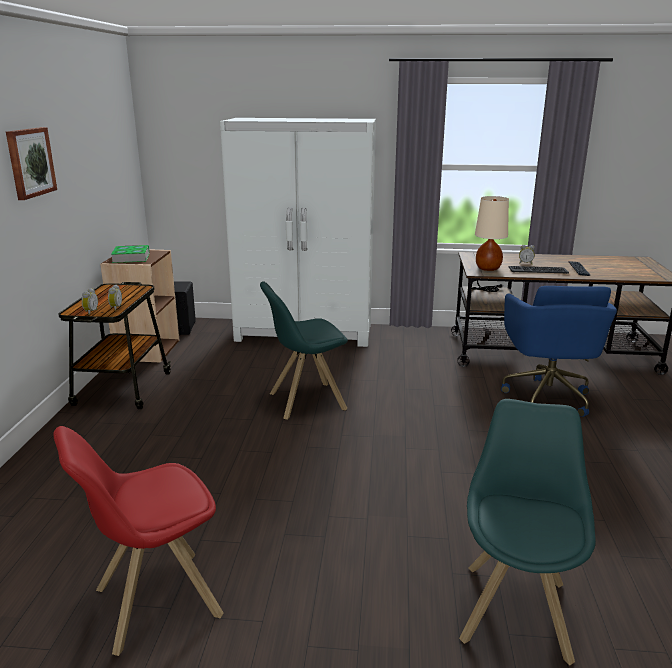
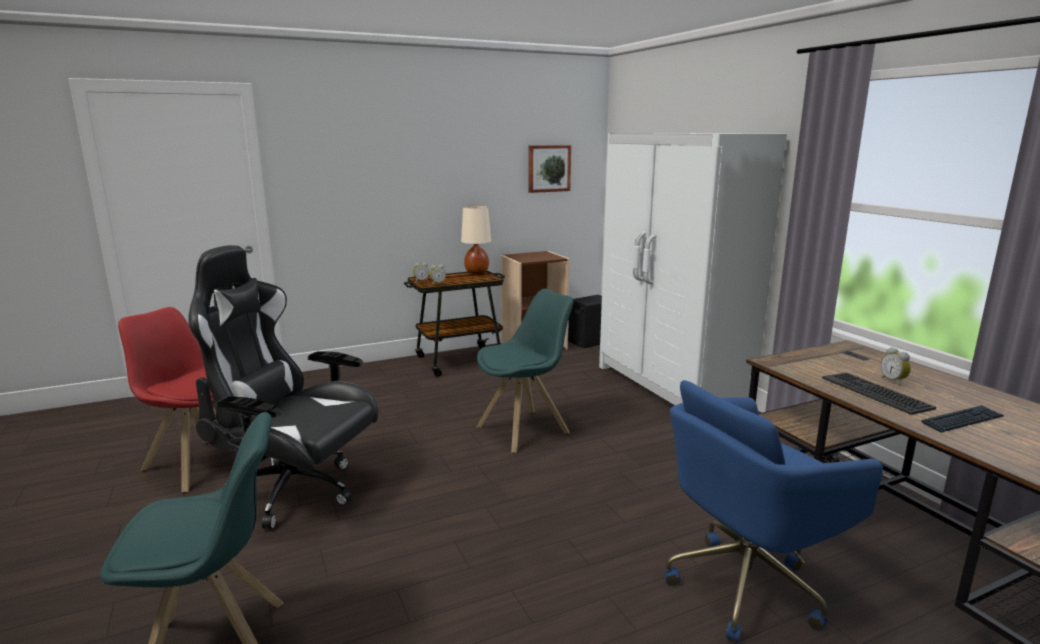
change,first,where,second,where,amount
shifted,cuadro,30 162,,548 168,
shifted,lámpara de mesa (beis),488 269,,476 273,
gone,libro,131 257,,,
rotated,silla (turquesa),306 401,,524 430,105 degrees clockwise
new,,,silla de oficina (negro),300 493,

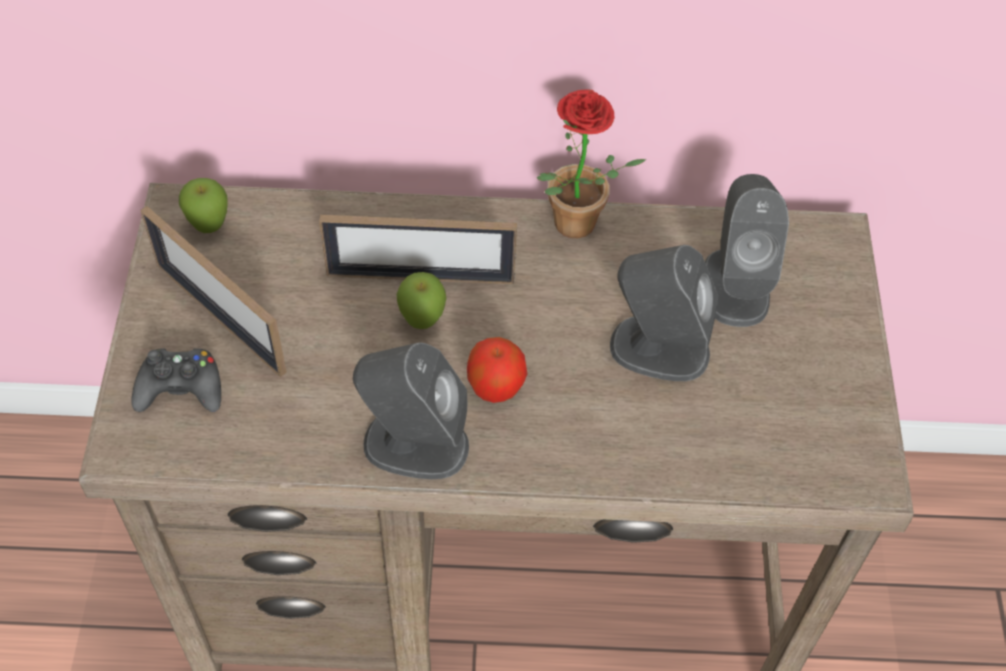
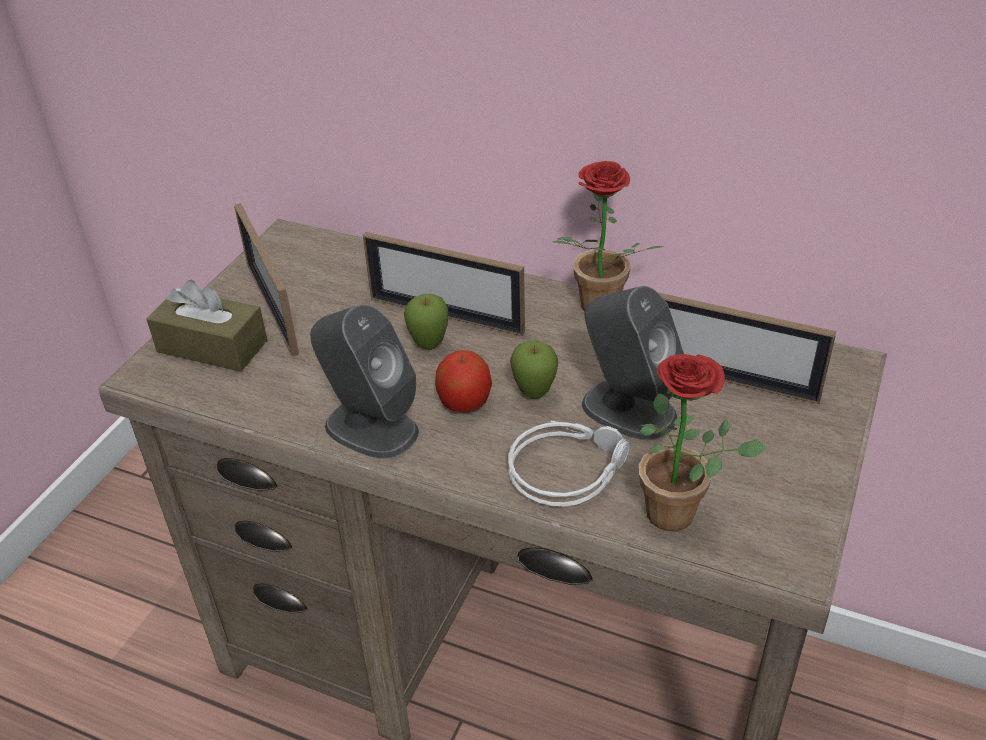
change,first,where,second,where,amount
swapped,altavoz (gris),735 285,portarretratos,727 379,
shifted,manzana,210 227,,534 394,
swapped,mando de consola (negro),181 388,caja de pañuelos (marrón),212 346,
new,,,planta en maceta,681 515,
new,,,auriculares (gris),568 468,

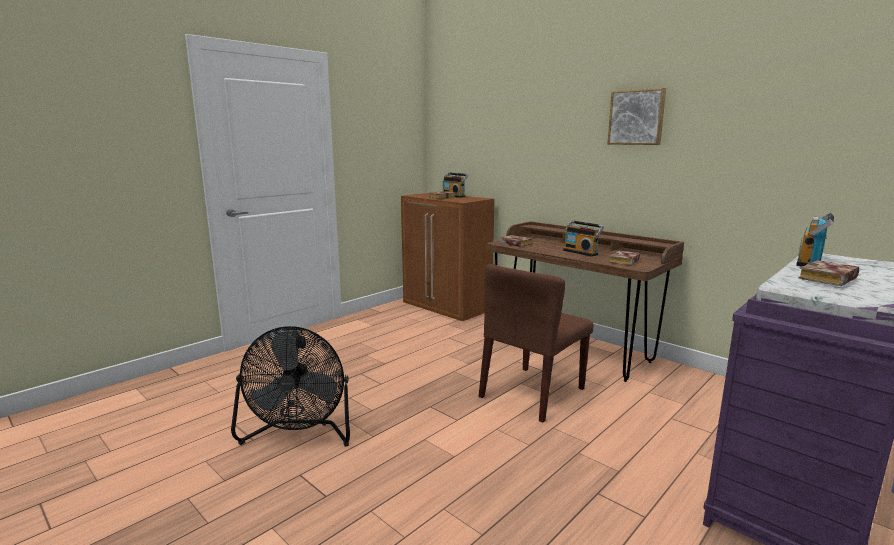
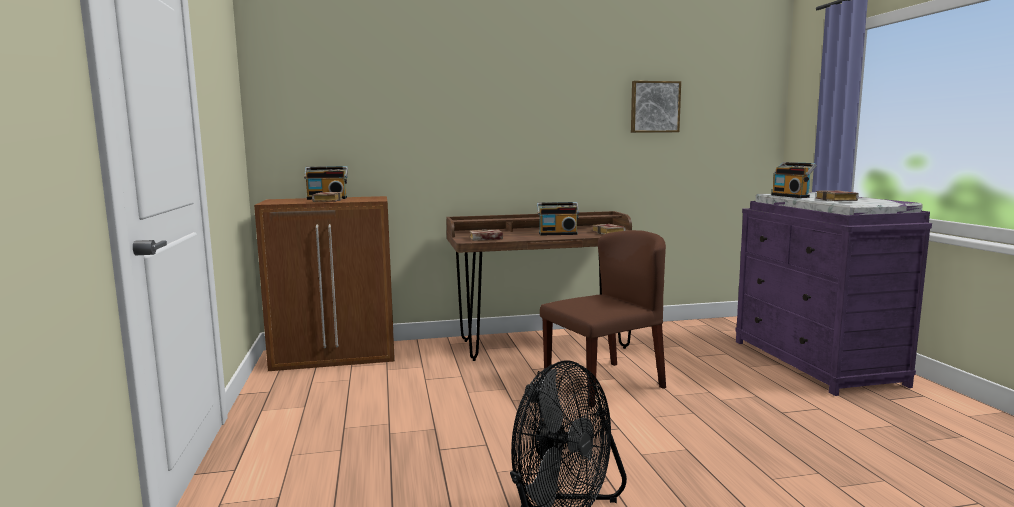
change,first,where,second,where,amount
shifted,cuadro,636 117,,654 107,
rotated,silla (marrón),532 393,,604 383,105 degrees counterclockwise

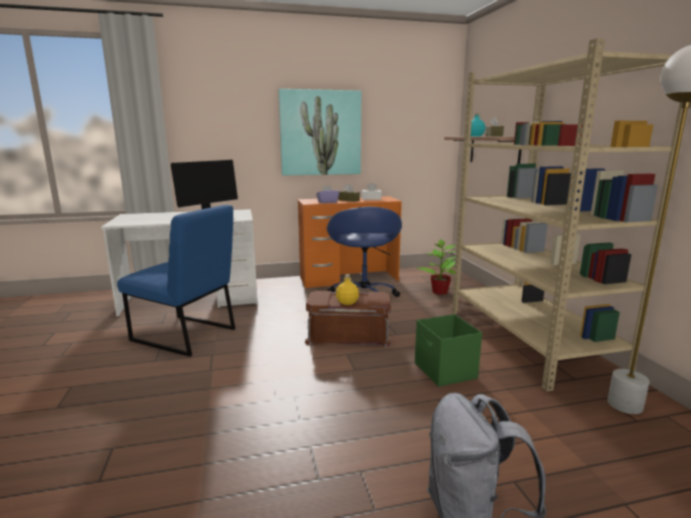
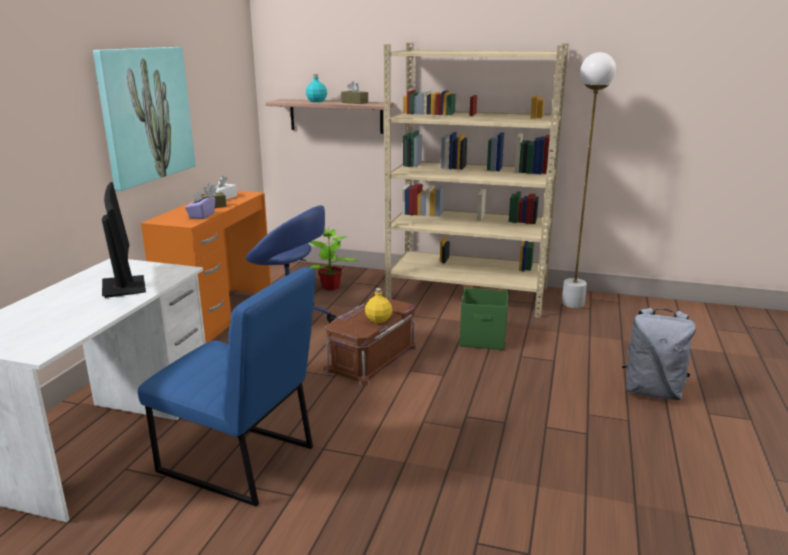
change,first,where,second,where,amount
rotated,silla (azul),185 335,,239 461,60 degrees clockwise

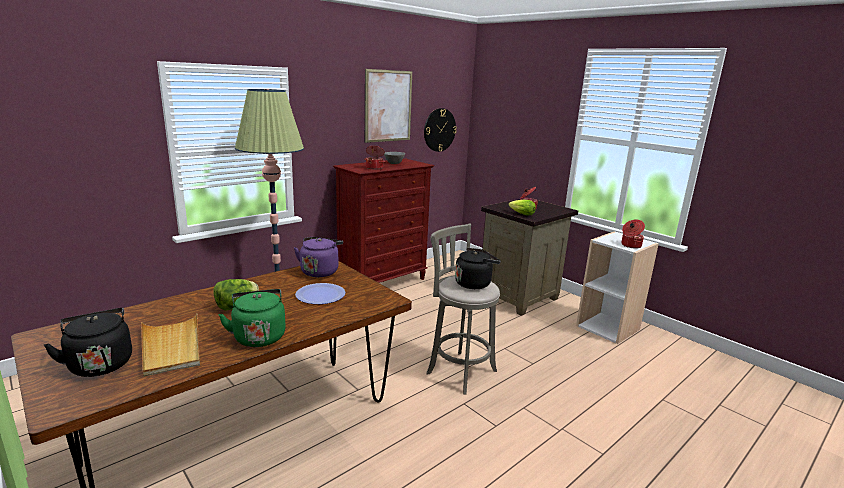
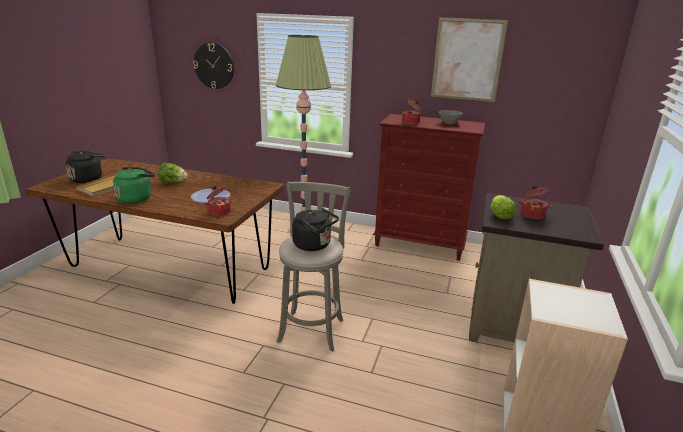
change,first,where,second,where,amount
shifted,reloj de pared,439 130,,214 66,
shifted,olla,630 245,,219 212,
gone,hervidor (morado),320 271,,,

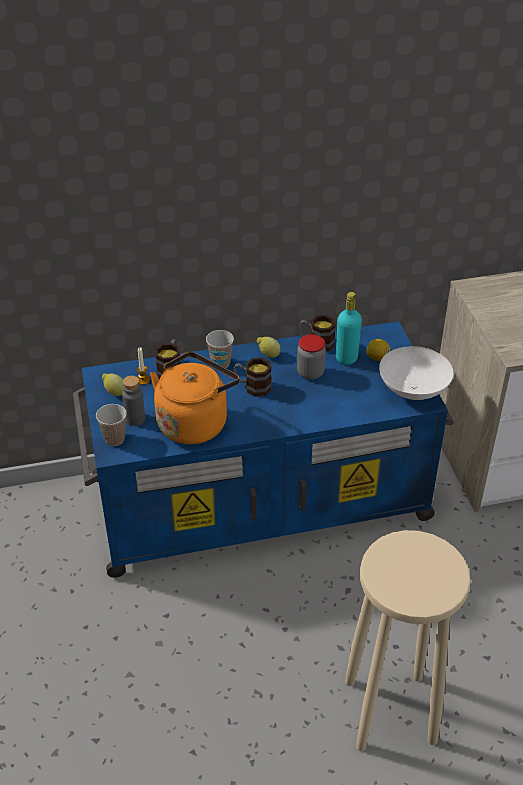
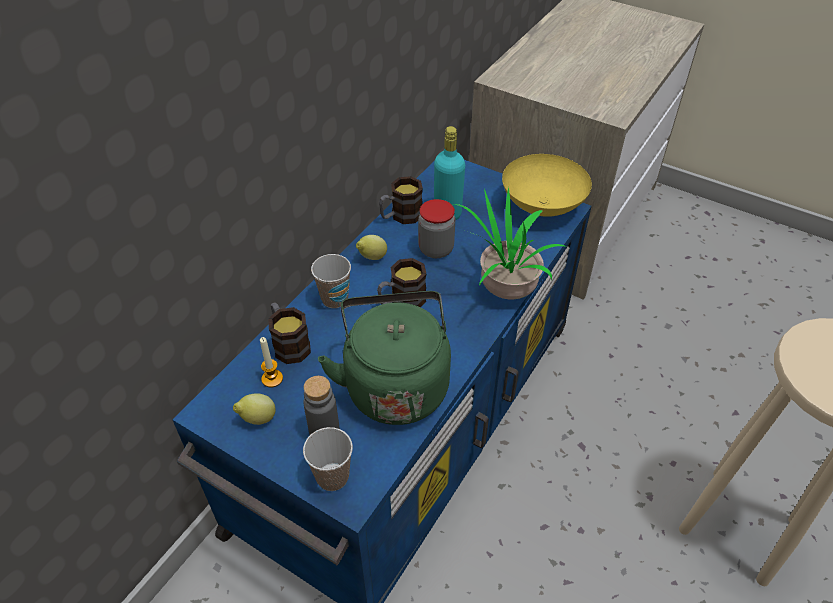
change,first,where,second,where,amount
gone,limón,377 358,,,
repainted,cuenco (blanco),414 390,cuenco (amarillo),543 205,
repainted,hervidor (naranja),194 422,hervidor (verde),395 384,
new,,,planta en maceta,503 290,

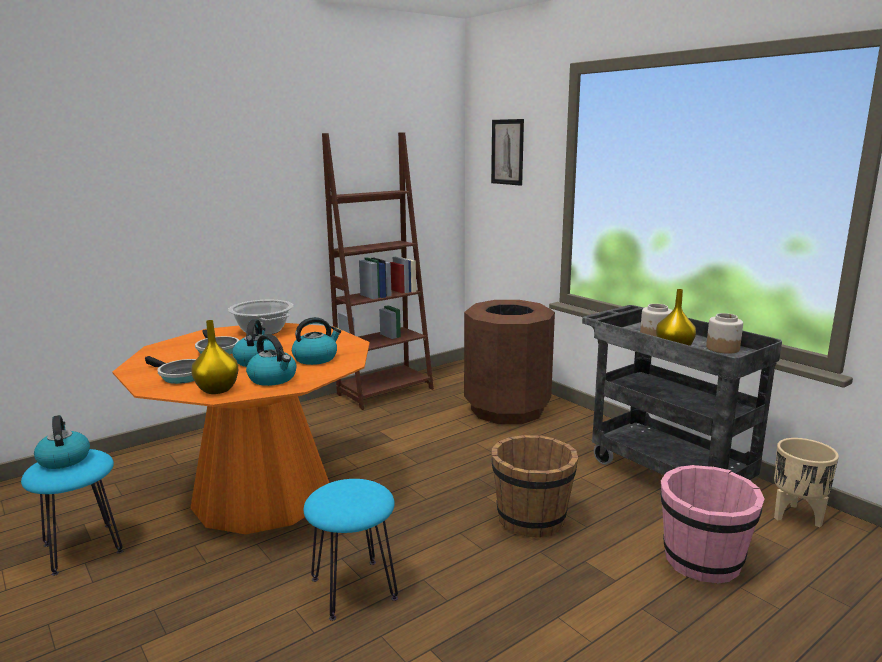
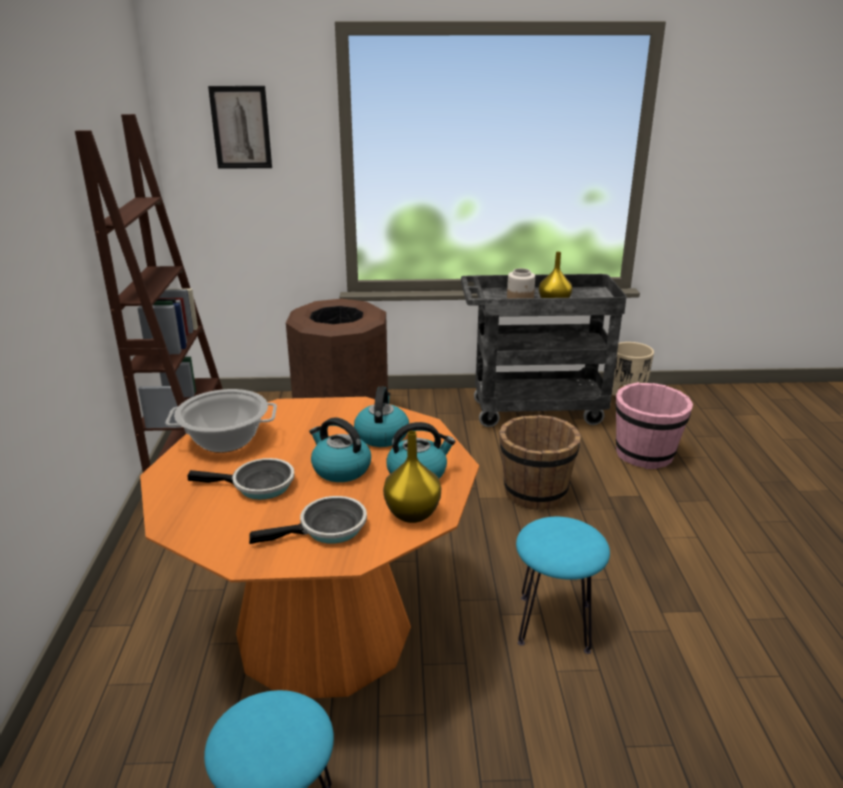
change,first,where,second,where,amount
gone,tarro,722 348,,,
gone,hervidor,64 459,,,

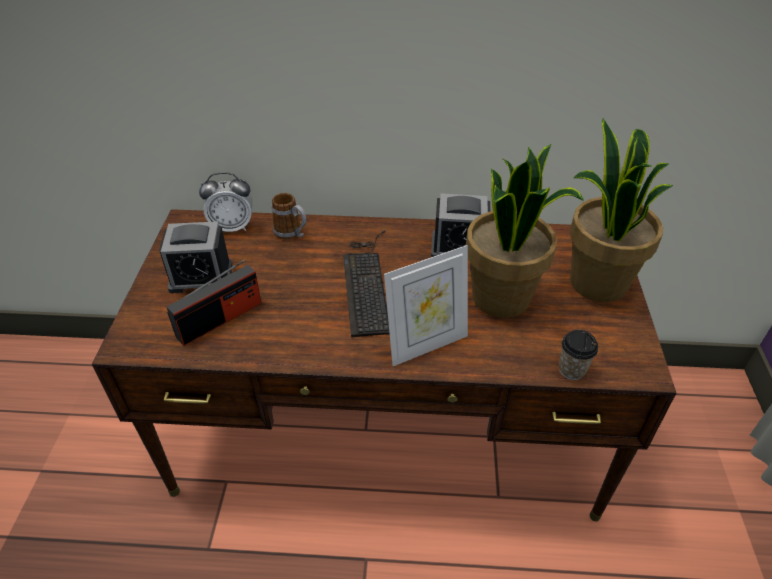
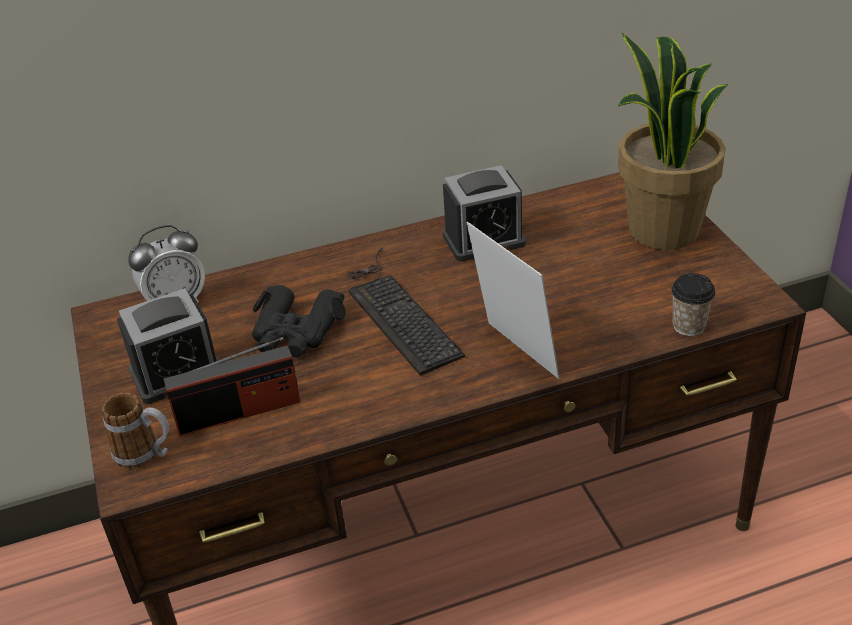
change,first,where,second,where,amount
gone,planta en maceta,502 298,,,
shifted,taza grande,292 234,,146 454,
rotated,portarretratos,426 344,,514 354,75 degrees counterclockwise
rotated,radio,220 319,,239 411,45 degrees clockwise
new,,,prismáticos (negro),296 332,

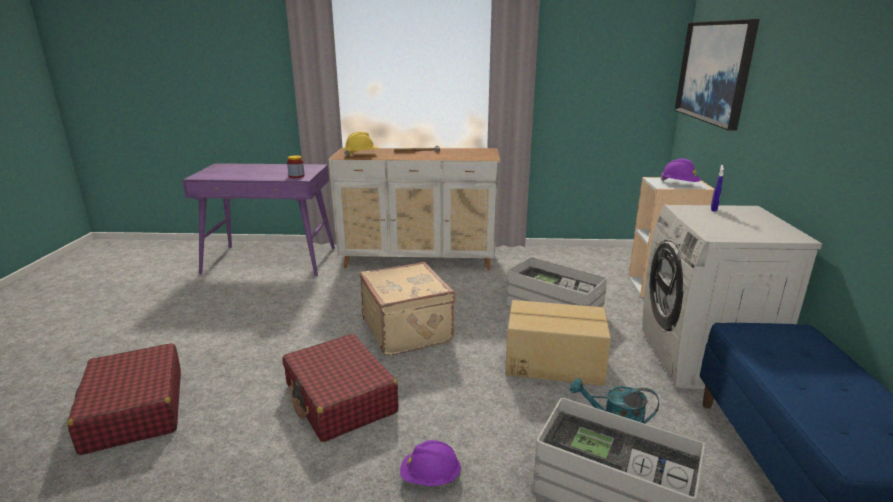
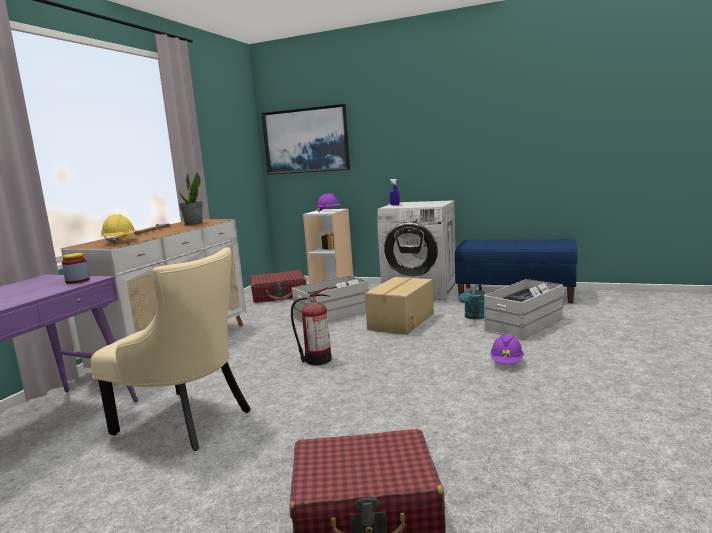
change,first,where,second,where,amount
swapped,maleta (beis),408 330,extintor,316 360,
shifted,maleta (rojo),340 399,,279 295,
new,,,planta en maceta,193 223,
new,,,silla (beis),183 421,

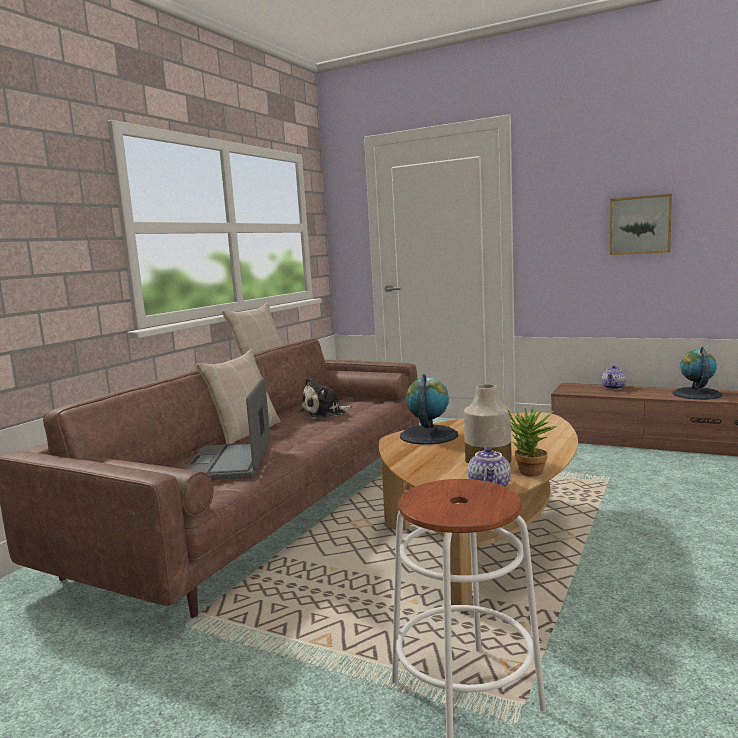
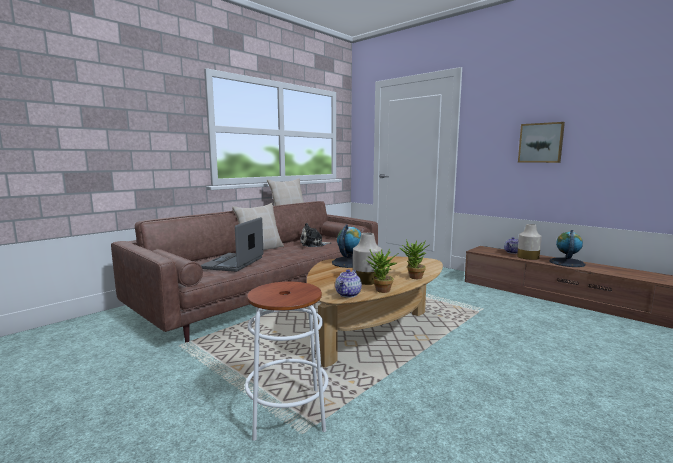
change,first,where,second,where,amount
new,,,florero (beis),527 257,
new,,,planta en maceta,413 277,

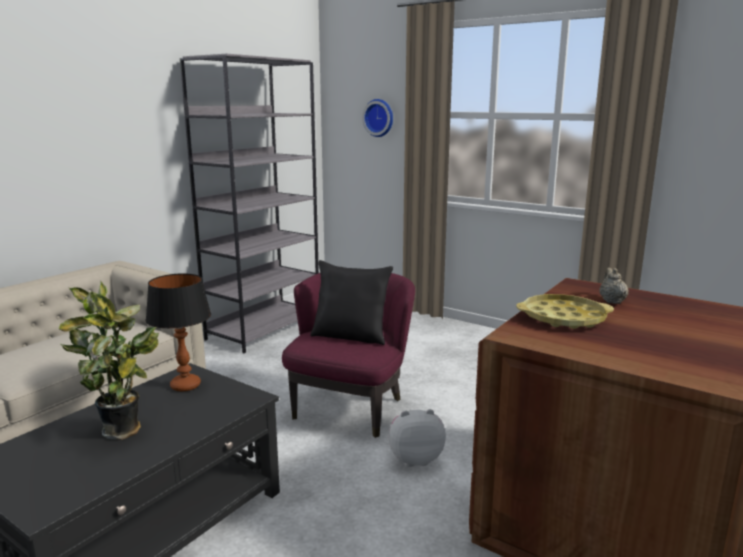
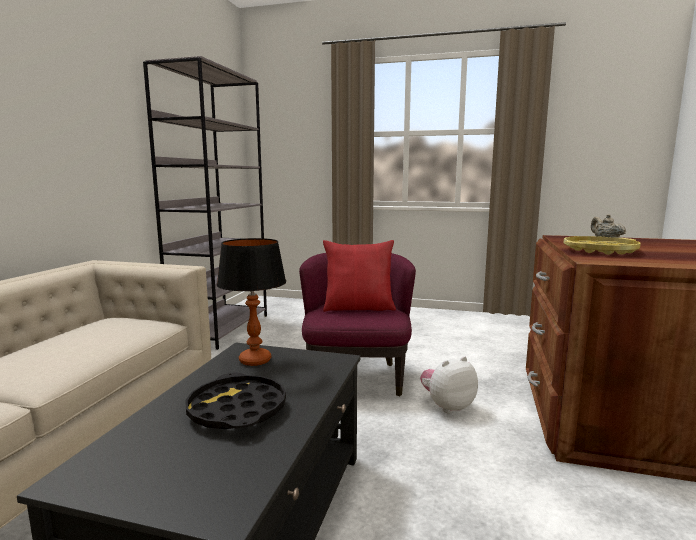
change,first,where,second,where,amount
gone,reloj de pared,379 118,,,
repainted,cojín (negro),351 336,cojín (rojo),359 308,
swapped,planta en maceta,125 432,bandeja (negro),237 410,

